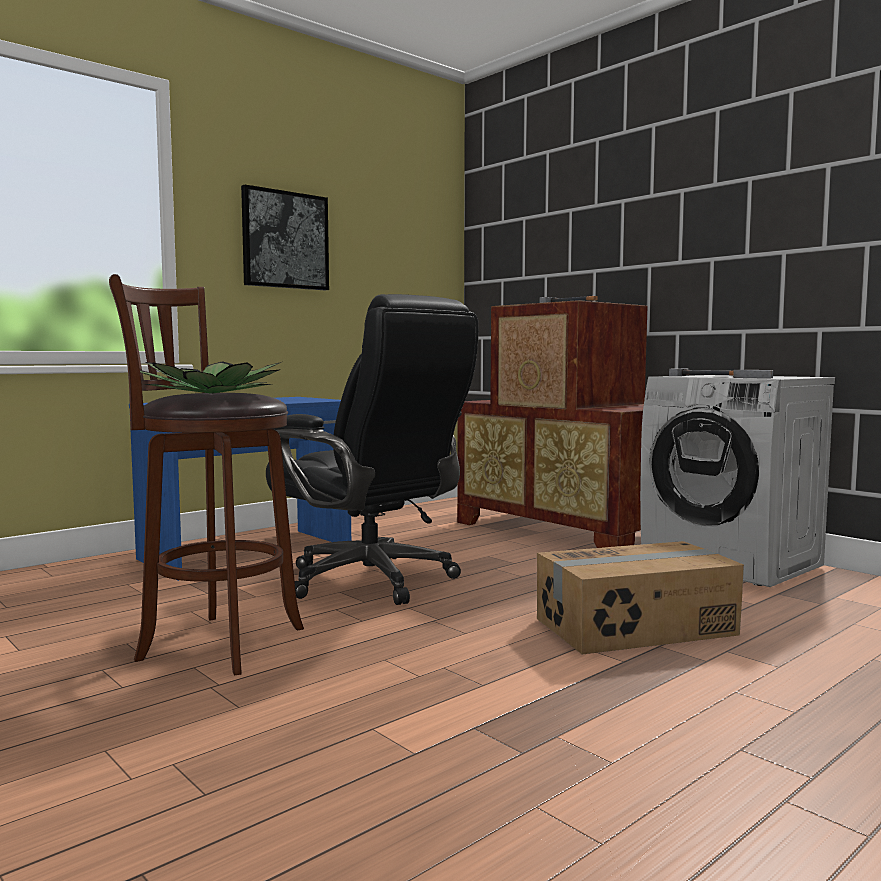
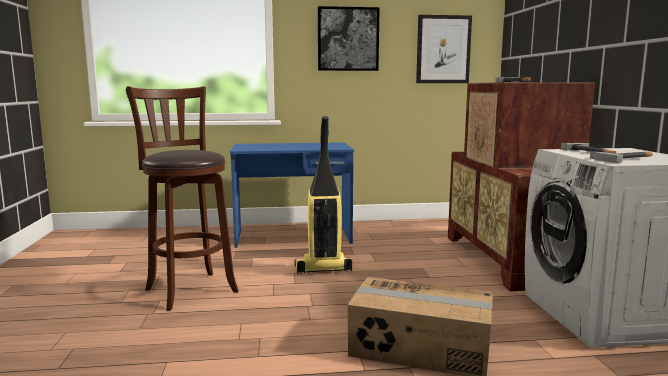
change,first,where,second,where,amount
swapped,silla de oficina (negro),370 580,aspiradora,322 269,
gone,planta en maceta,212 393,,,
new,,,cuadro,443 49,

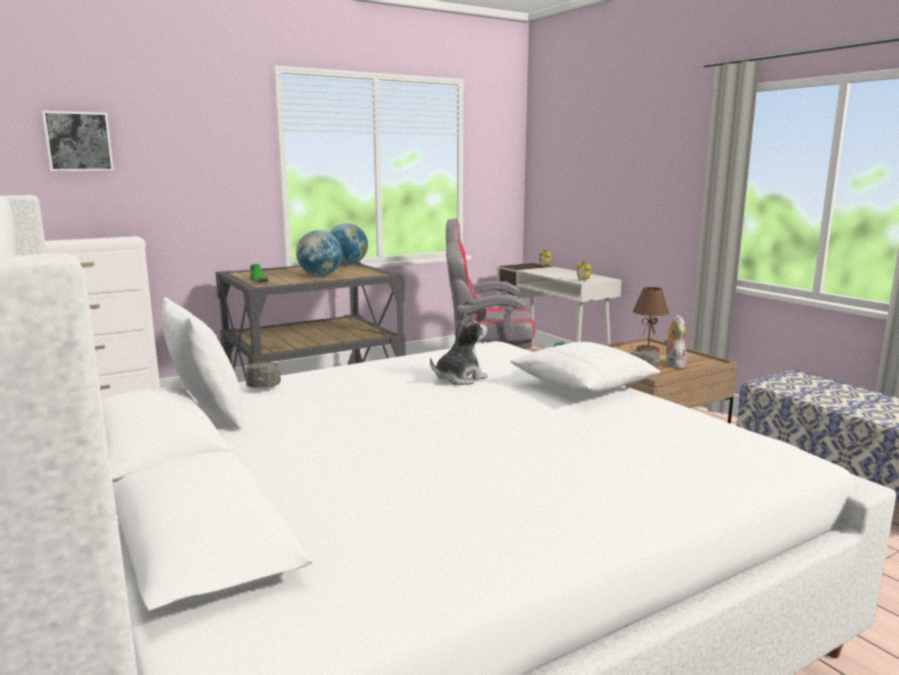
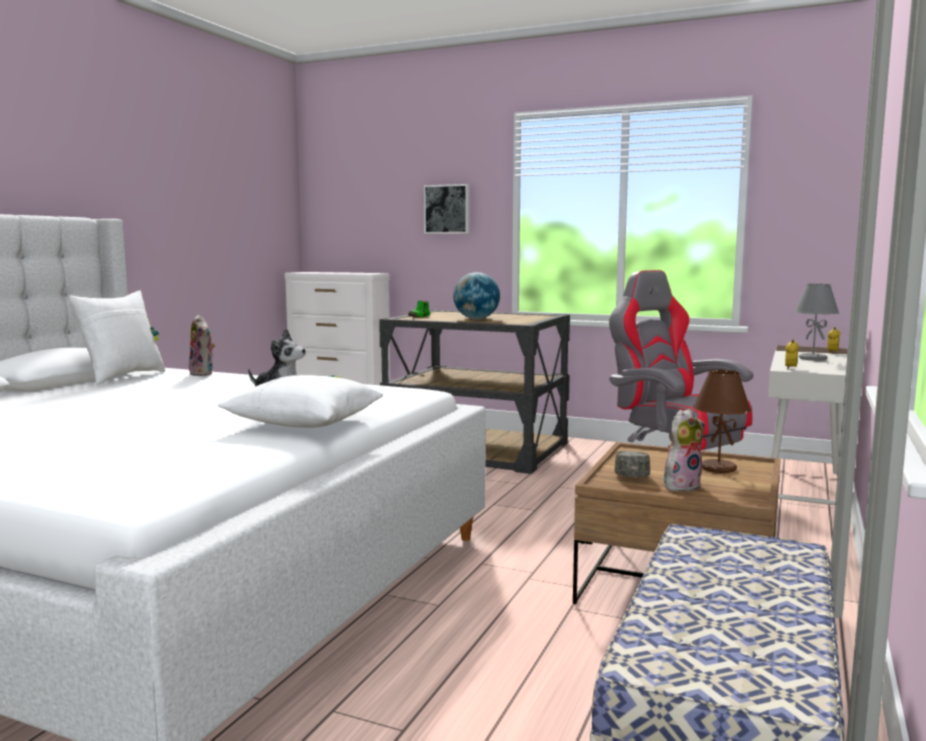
change,first,where,second,where,amount
shifted,cuadro,78 141,,447 209,
gone,globo terráqueo,348 264,,,
swapped,gorra (gris),265 384,peluche,203 374,
new,,,lámpara de mesa (gris),812 358,

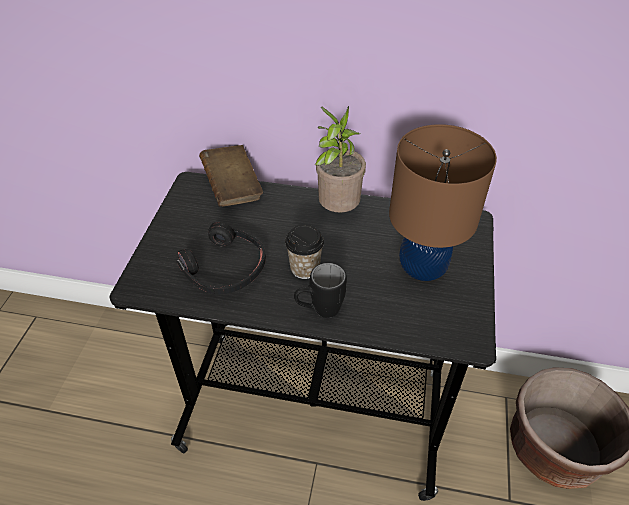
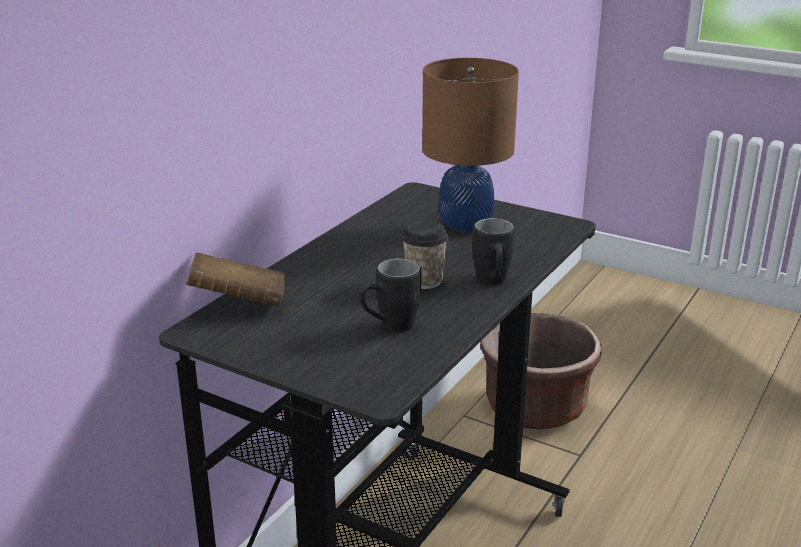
change,first,where,second,where,amount
gone,planta en maceta,337 210,,,
swapped,auriculares (negro),225 268,taza grande (negro),389 328,

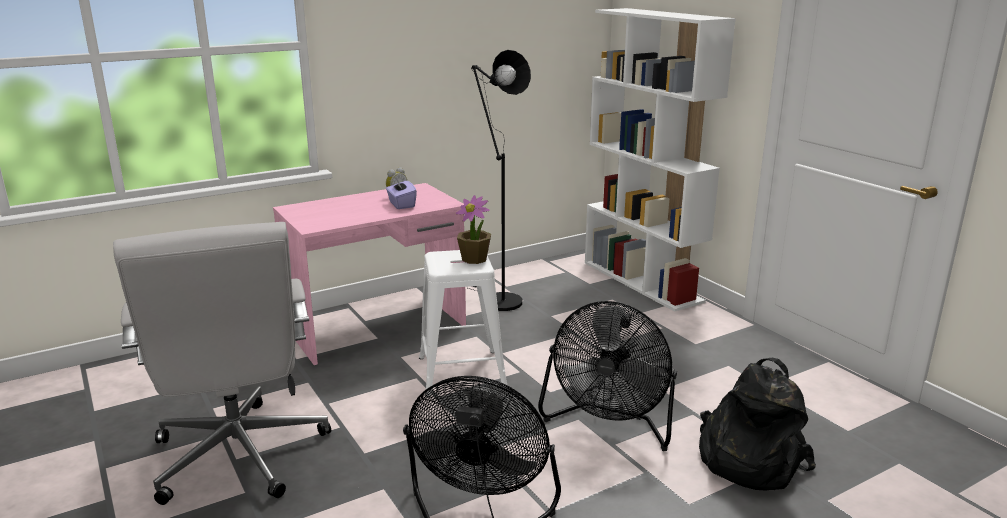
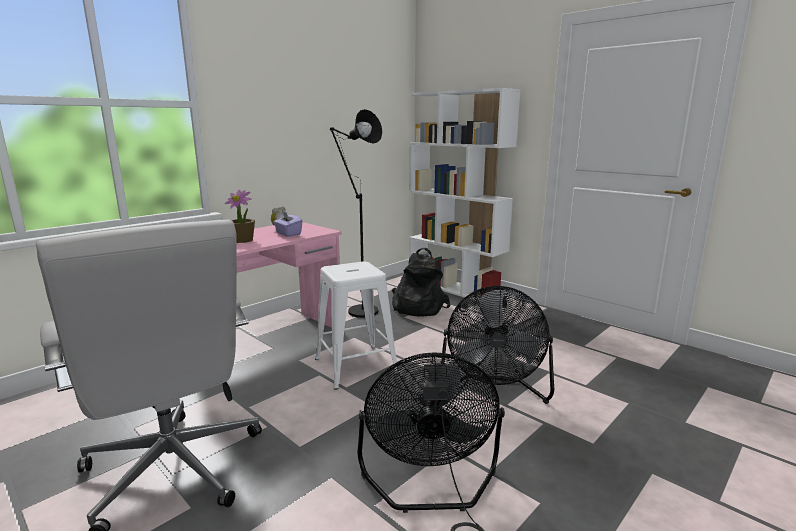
change,first,where,second,where,amount
shifted,planta en maceta,474 259,,243 240,
shifted,mochila (negro),747 459,,417 307,

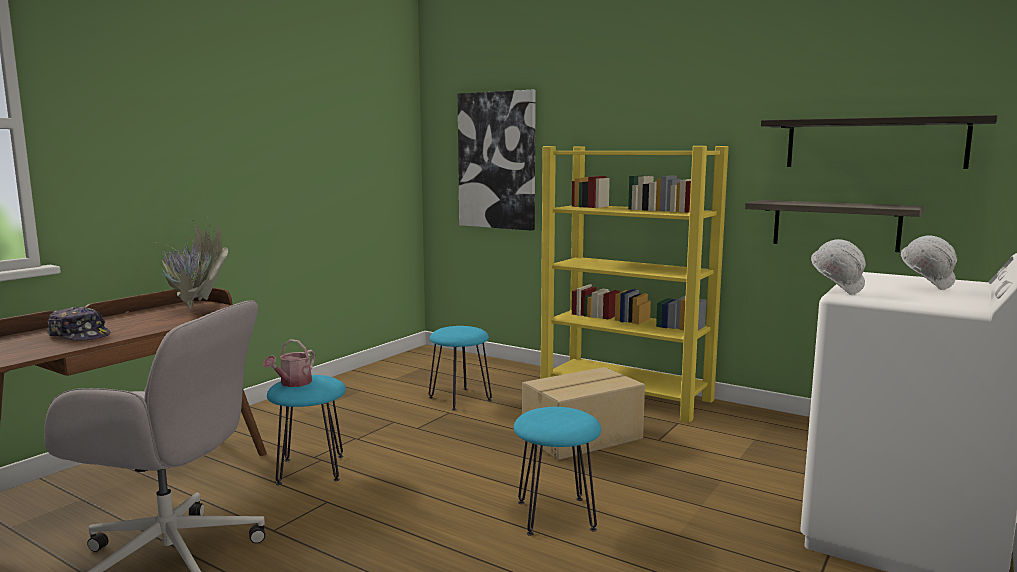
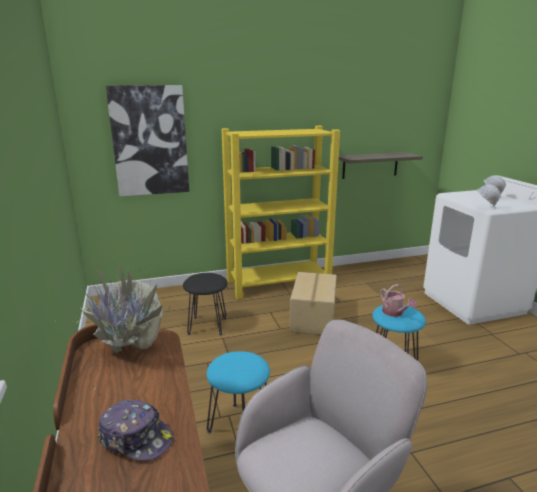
change,first,where,second,where,amount
gone,estante,874 143,,,
rotated,gorra,80 335,,136 438,45 degrees clockwise
repainted,taburete (turquesa),459 399,taburete (negro),207 326,
shifted,regadera,293 383,,394 313,

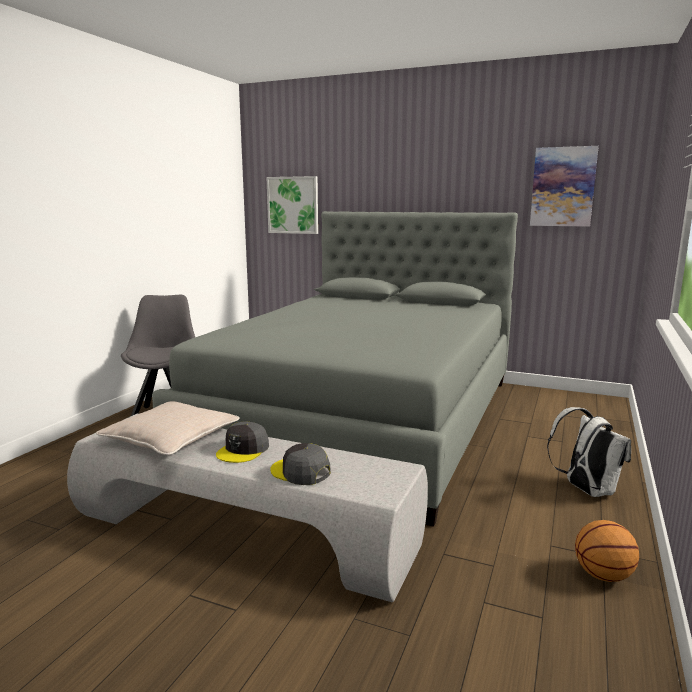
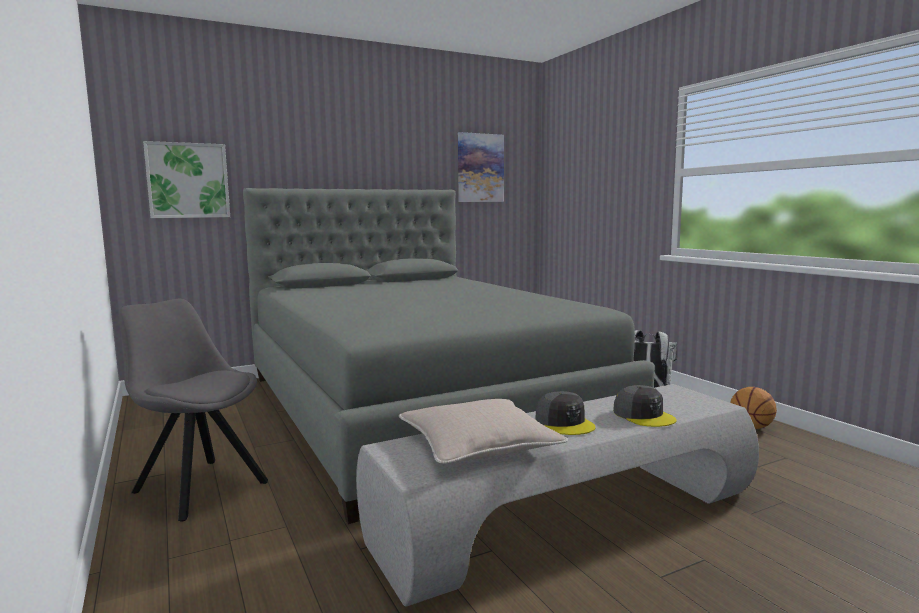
change,first,where,second,where,amount
rotated,gorra (gris),300 472,,643 415,105 degrees counterclockwise

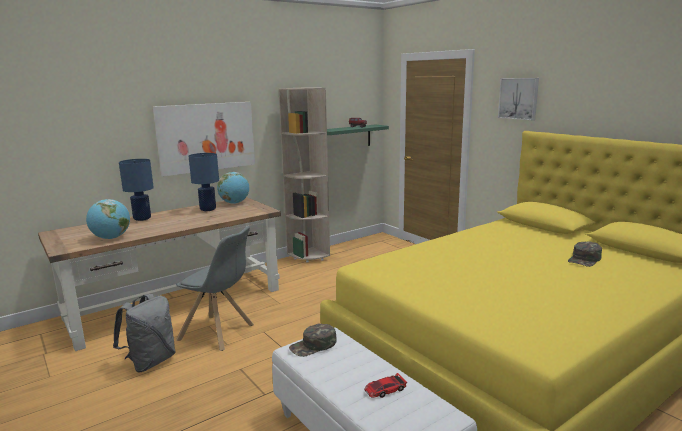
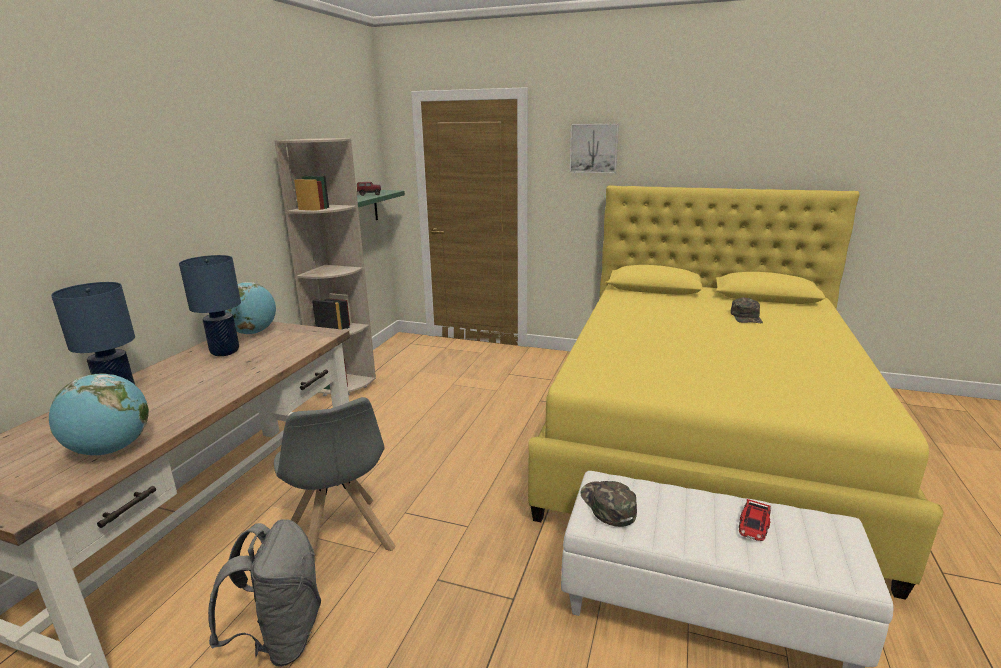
change,first,where,second,where,amount
gone,cuadro,206 137,,,
rotated,silla (gris),219 333,,341 540,75 degrees clockwise
rotated,gorra (verde),313 345,,607 505,135 degrees clockwise

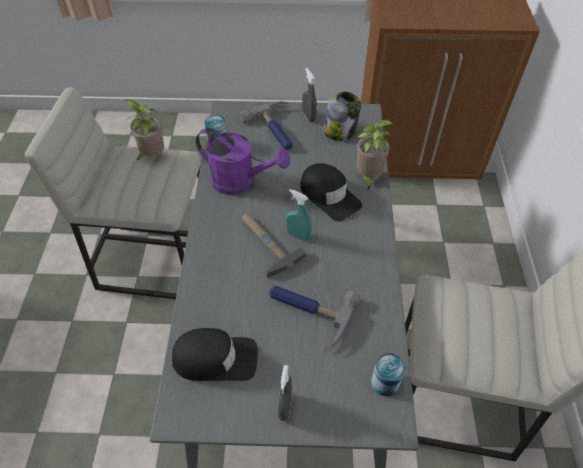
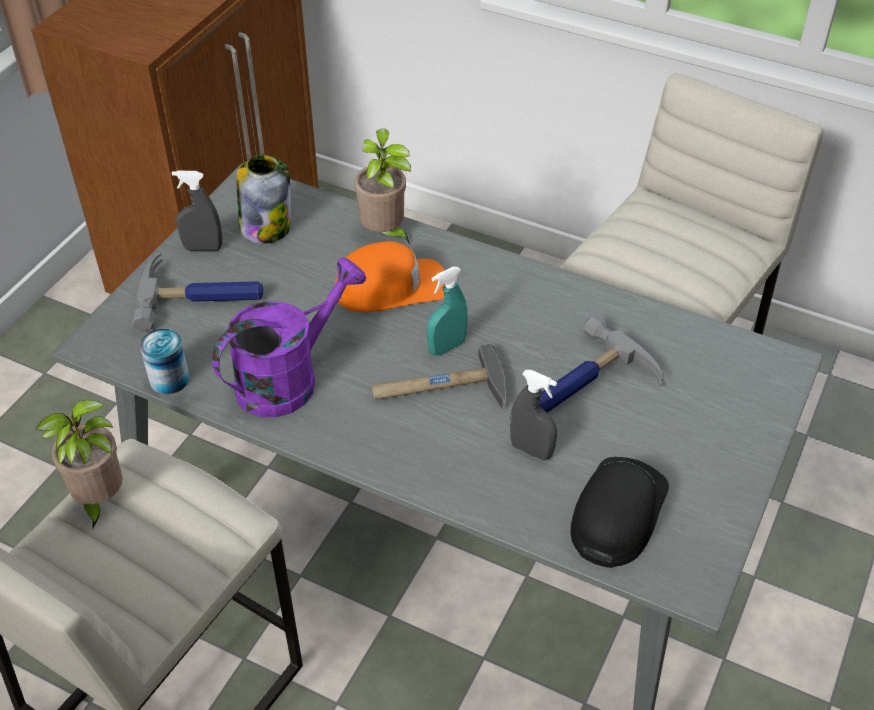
change,first,where,second,where,amount
repainted,gorra (negro),329 196,gorra (naranja),391 287,
gone,lata,385 382,,,
shifted,pulverizador (gris),285 407,,531 450,

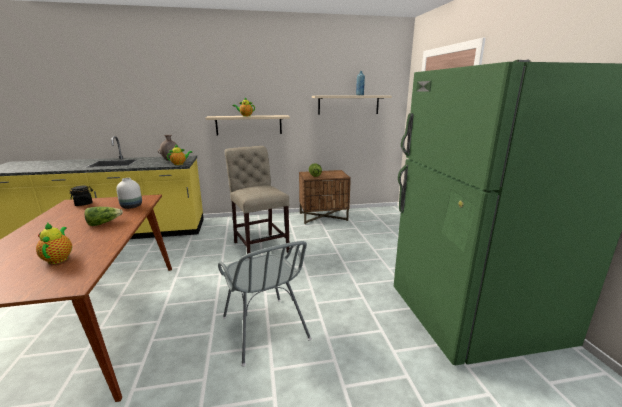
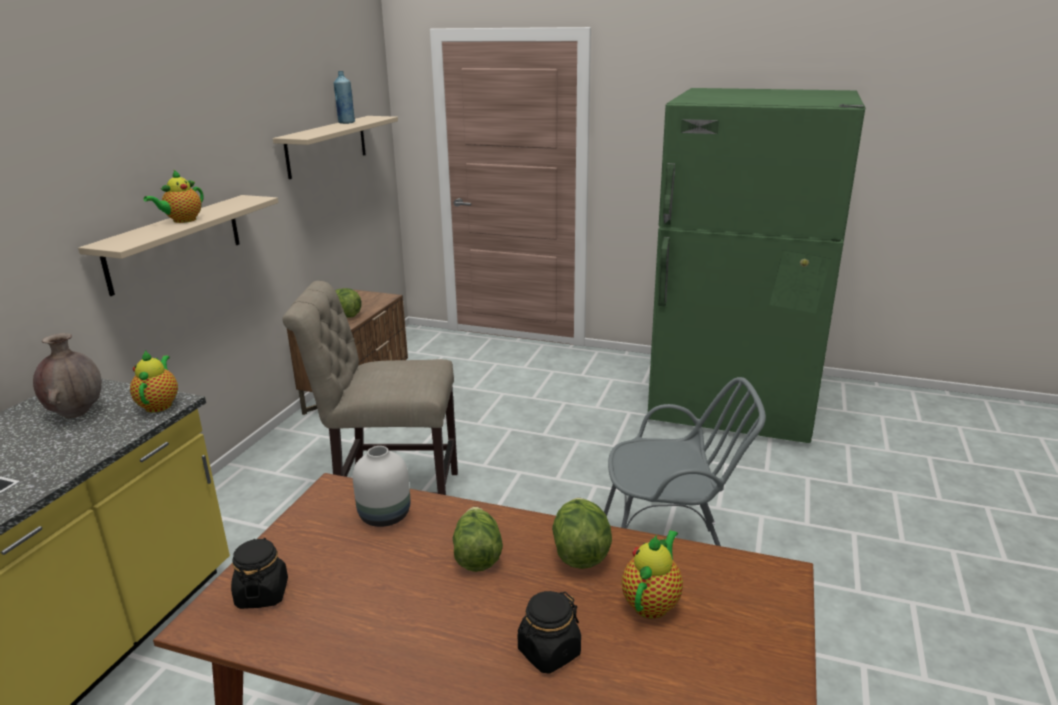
change,first,where,second,where,amount
rotated,tetera,59 258,,652 602,105 degrees clockwise
new,,,lechuga,580 552,
new,,,tarro (negro),549 652,

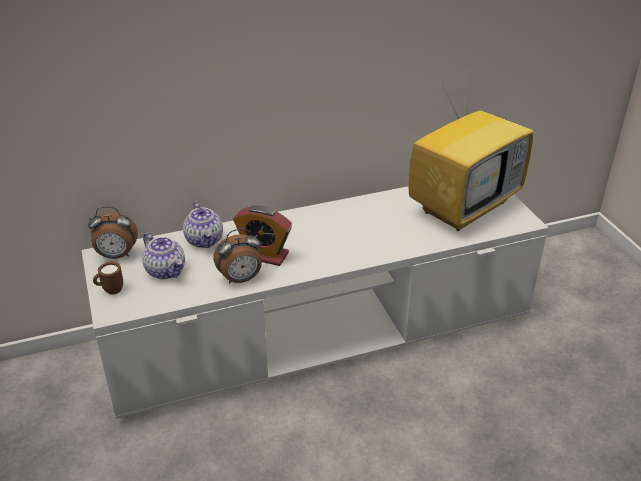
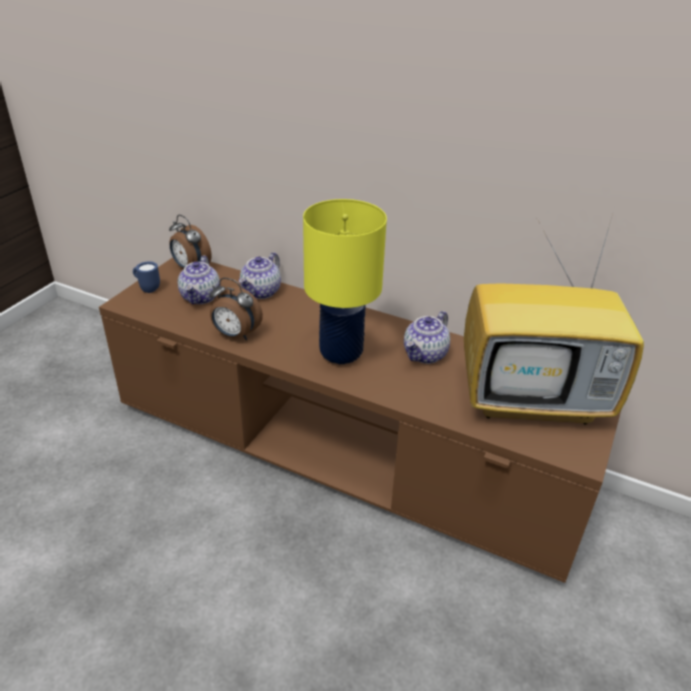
change,first,where,second,where,amount
repainted,mueble de televisión (blanco),319 330,mueble de televisión (marrón),344 447,
gone,despertador,264 255,,,
repainted,taza grande (marrón),110 291,taza grande (azul),147 289,
new,,,lámpara de mesa (amarillo),340 355,
new,,,tetera,425 355,

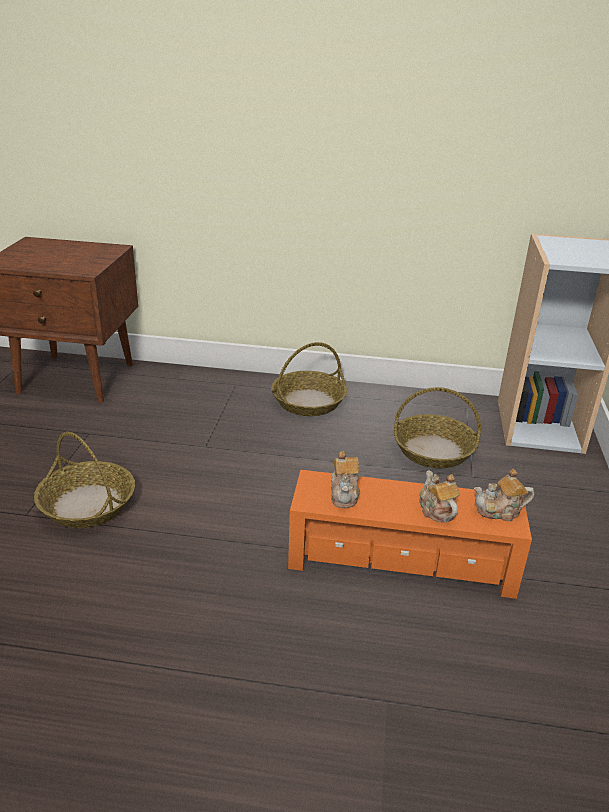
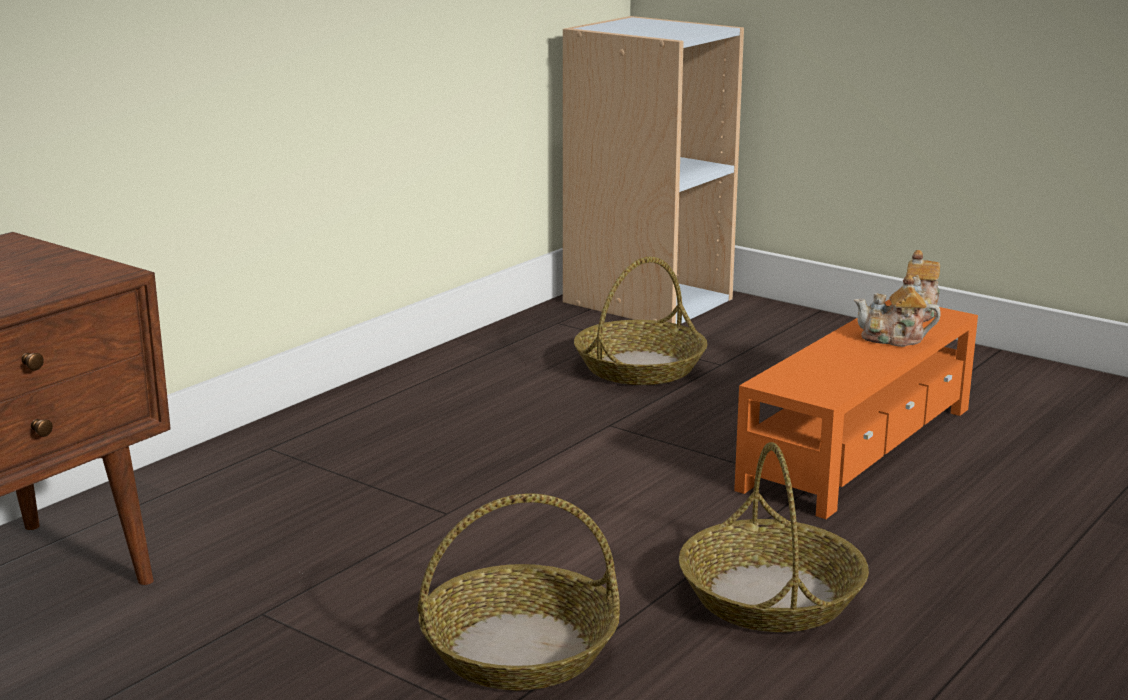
change,first,where,second,where,amount
shifted,cesta,308 401,,770 596,
gone,tetera,344 494,,,

